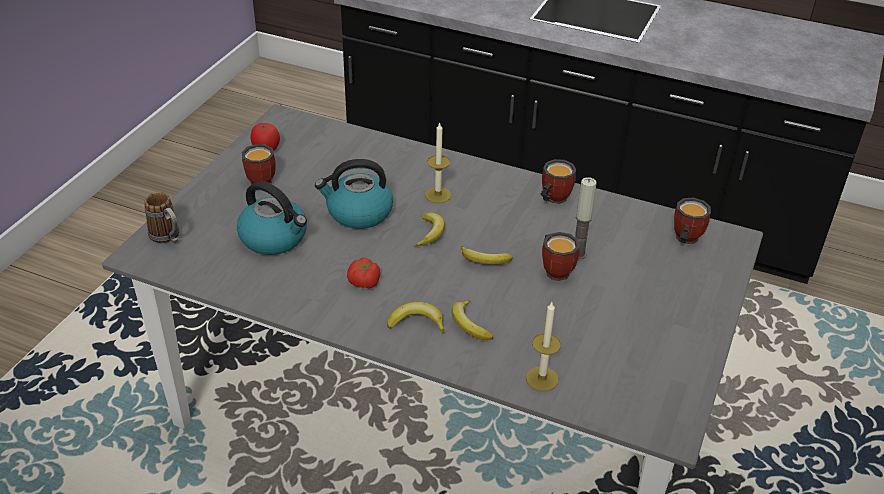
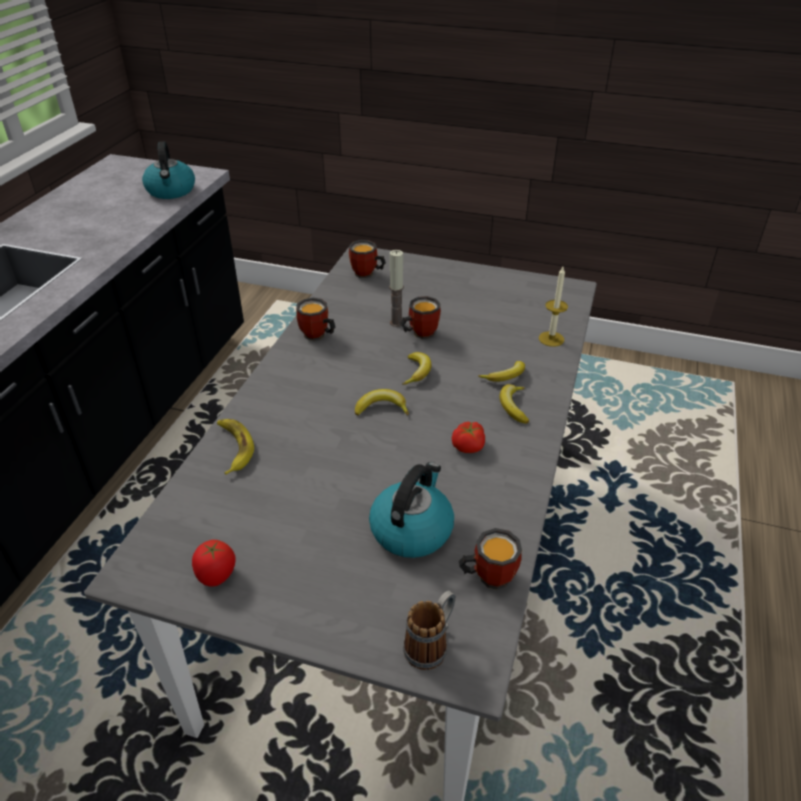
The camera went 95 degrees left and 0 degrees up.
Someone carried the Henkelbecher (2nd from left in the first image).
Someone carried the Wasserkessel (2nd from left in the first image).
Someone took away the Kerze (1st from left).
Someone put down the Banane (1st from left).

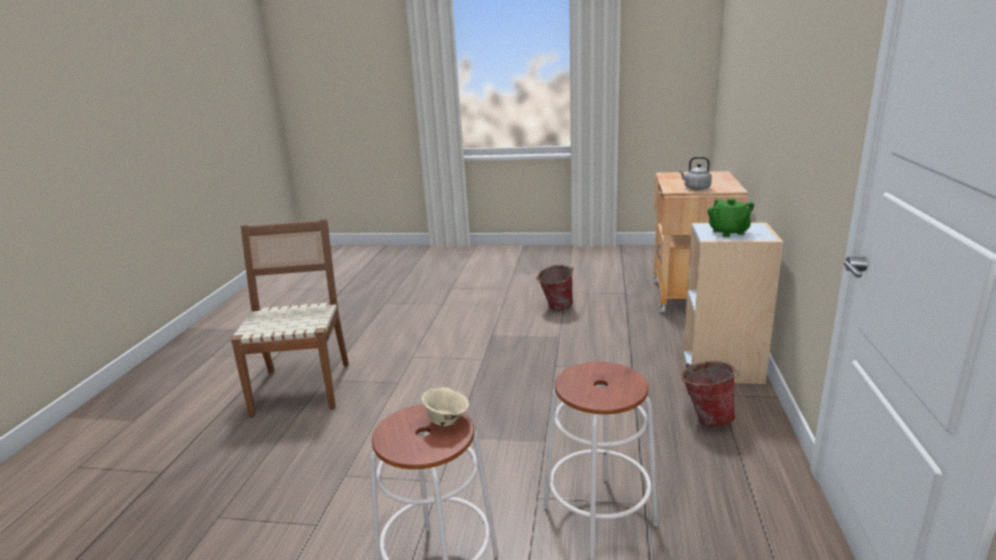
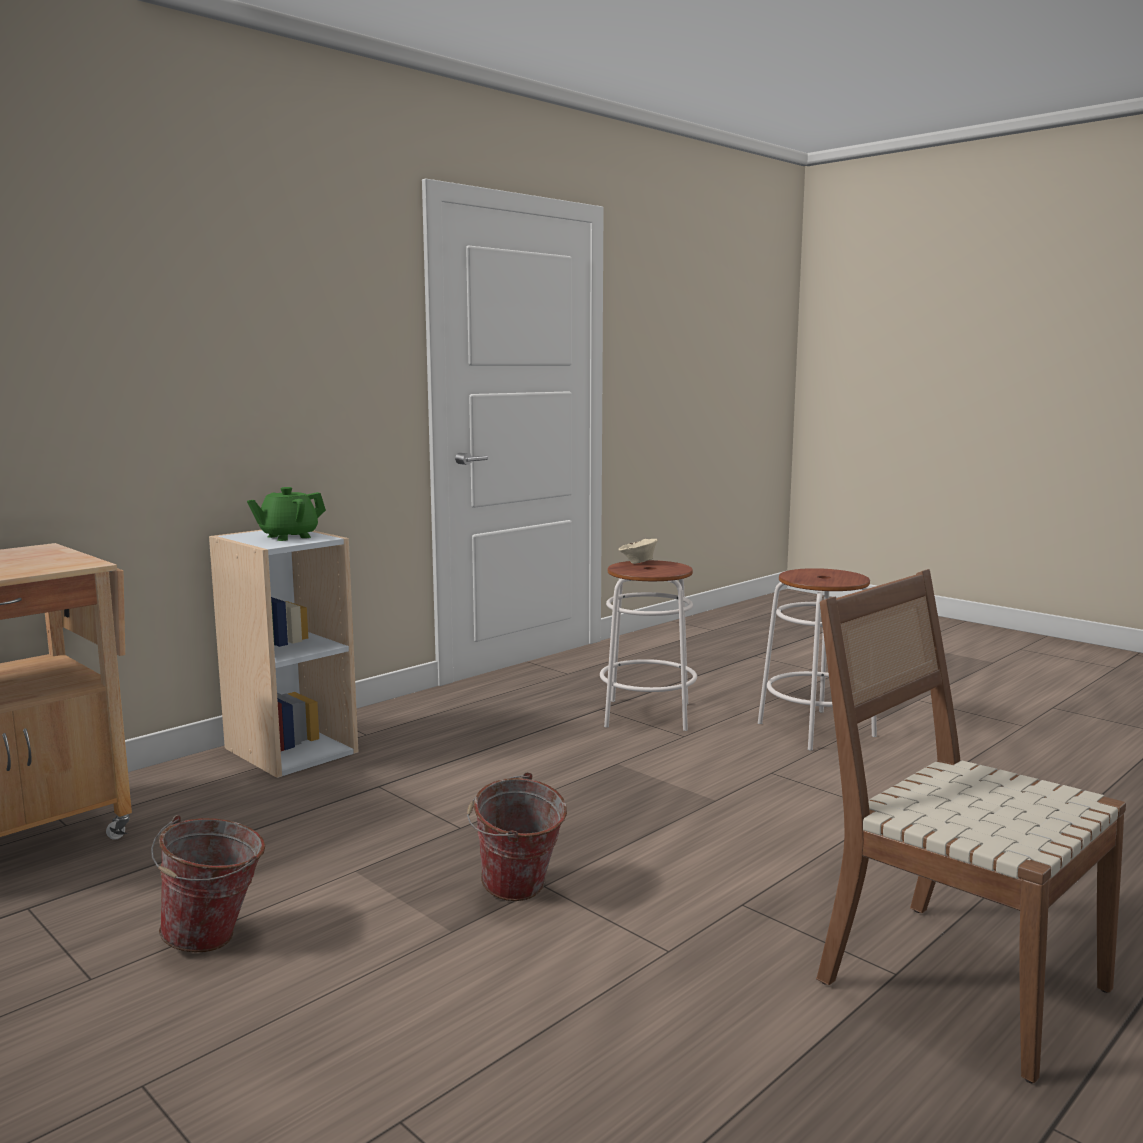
The camera went 145 degrees left and 10 degrees down.
Someone rotated the Stuhl by 105 degrees clockwise.
Someone carried the Schüssel (beige).
Someone took away the Wasserkessel (grau).
Someone carried the Eimer (2nd from left).
Someone rotated the Teekanne (grün) by 150 degrees counterclockwise.

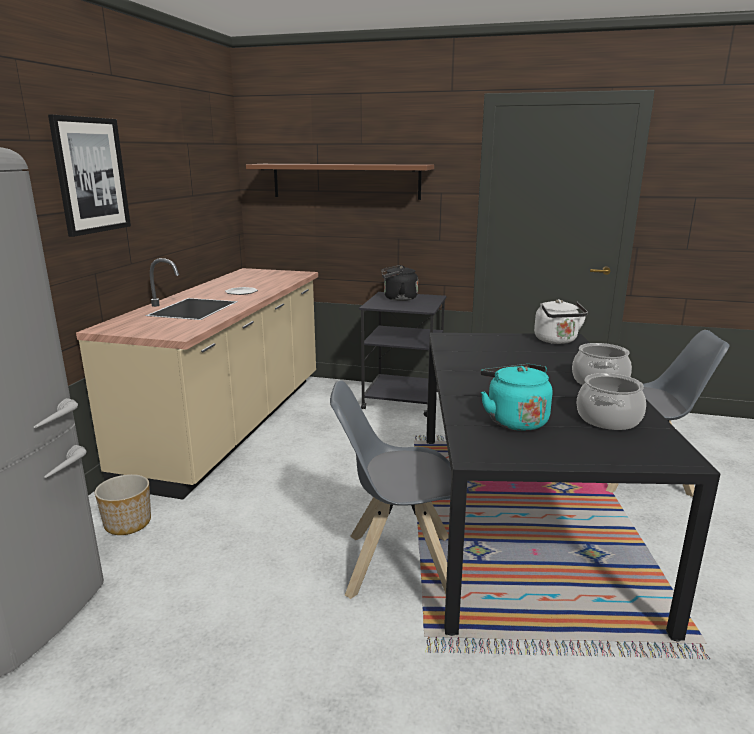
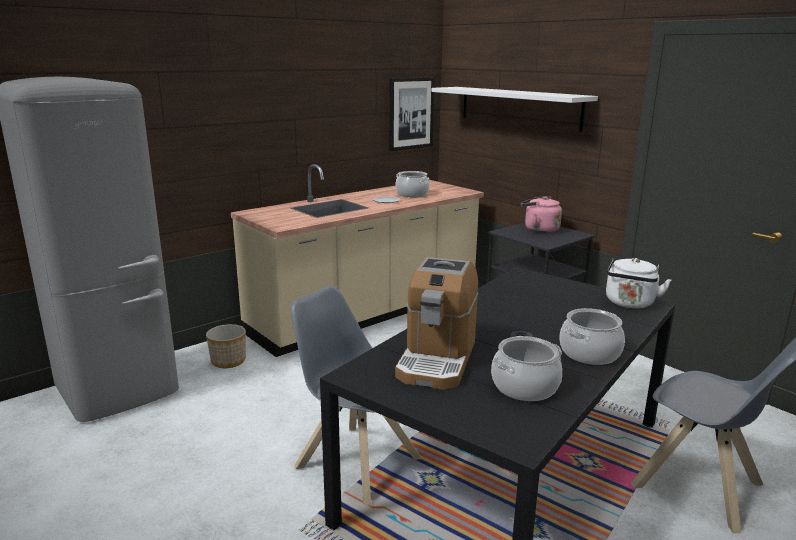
The camera went 35 degrees right and 0 degrees up.
Someone carried the Bild.
Someone repainted the Wandregal (braun), which became the Wandregal (weiß).
Someone repainted the Wasserkessel (schwarz), which became the Wasserkessel (rosa).
Someone swapped the Wasserkessel (türkis) for the Kaffeemaschine.
Someone put down the Kochtopf (1st from left).

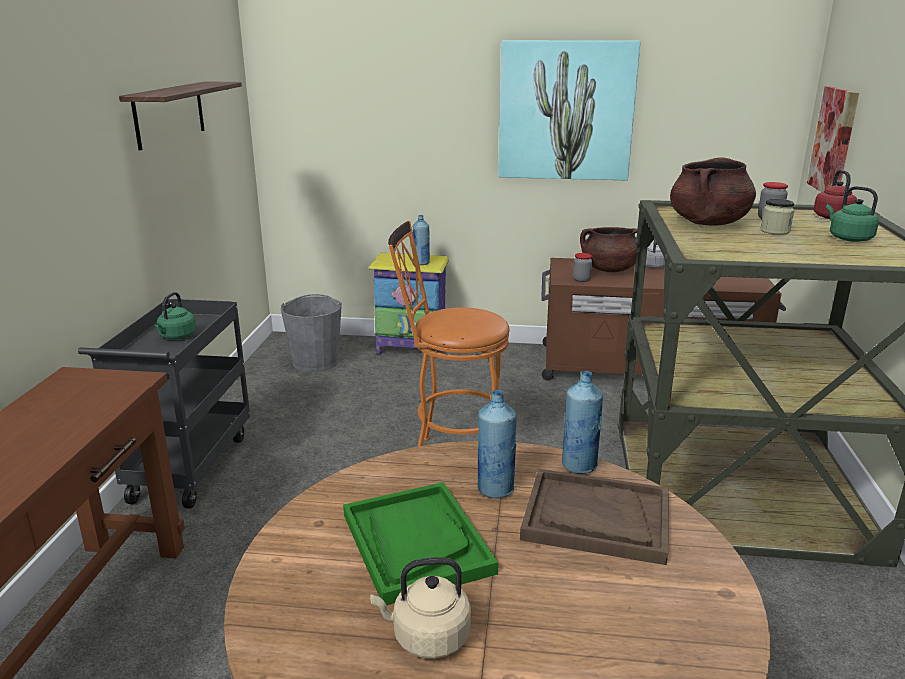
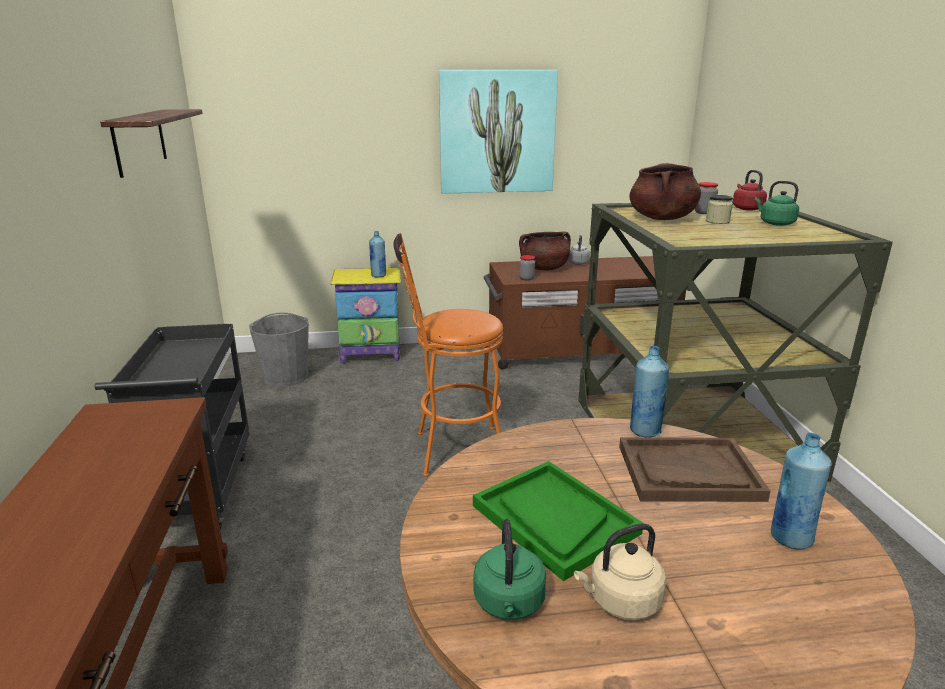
The camera went 15 degrees left and 0 degrees up.
Someone carried the Wasserkessel (grün) (1st from left).
Someone carried the Flasche (blau) (2nd from left in the first image).
Someone took away the Bild (2nd from left).

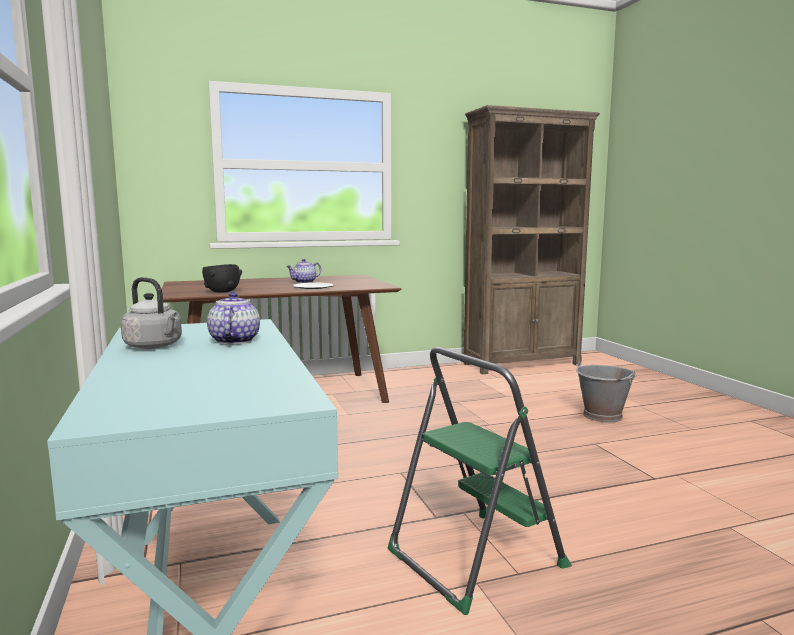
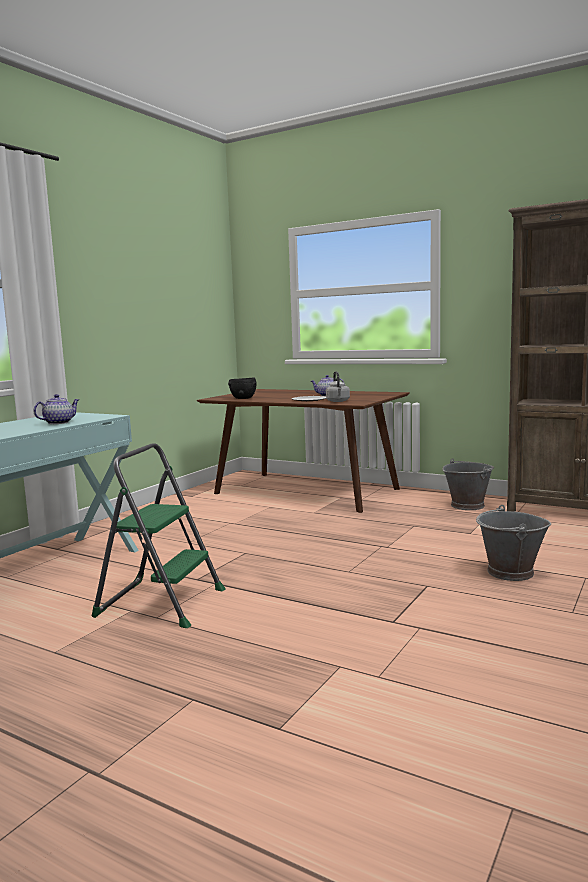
The camera went 50 degrees right and 0 degrees up.
Someone carried the Wasserkessel (grau).
Someone put down the Eimer (grau) (1st from left).

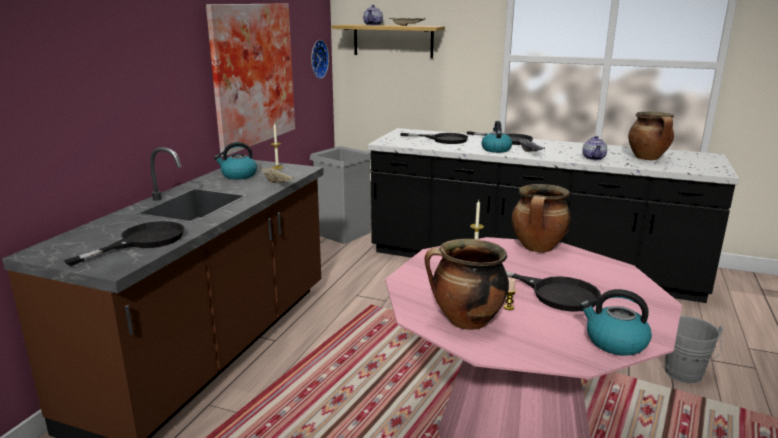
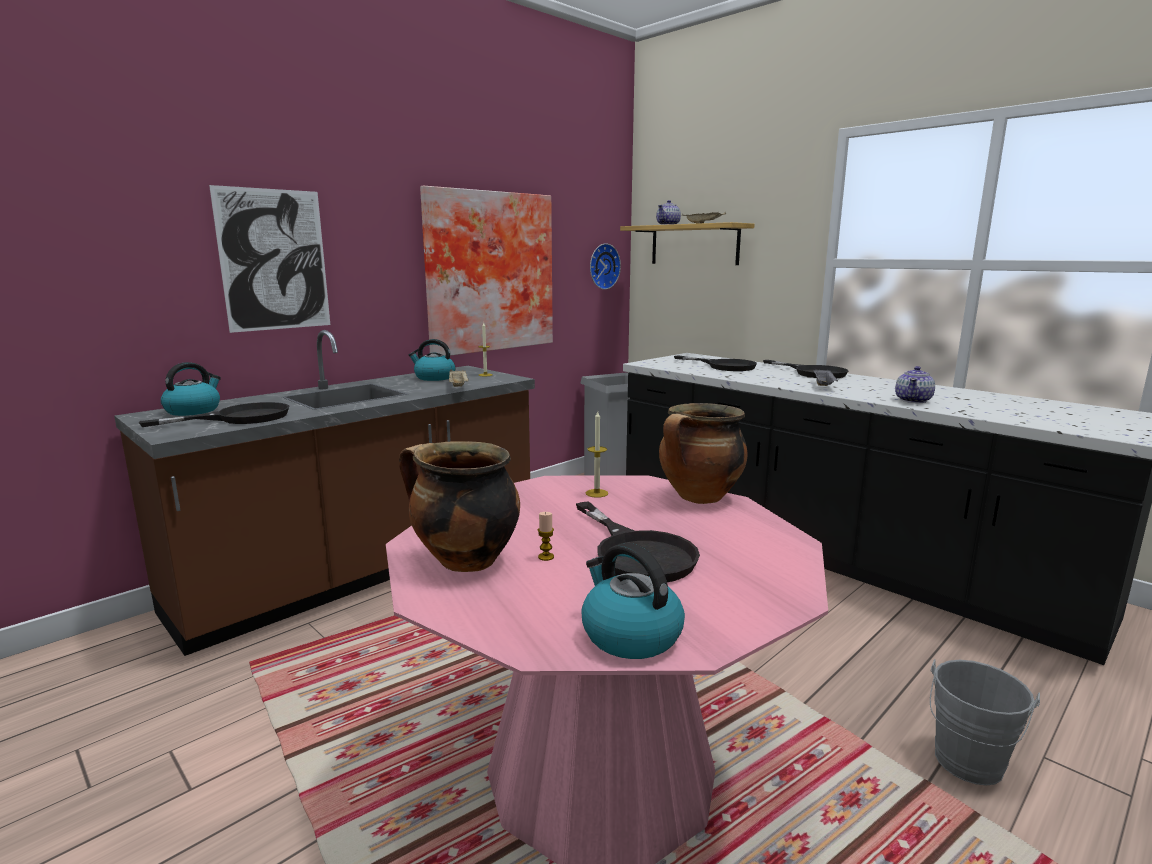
The camera went 25 degrees right and 5 degrees down.
Someone carried the Wasserkessel (2nd from left in the first image).
Someone took away the Kochtopf (3rd from left).
Someone put up the Bild (1st from left).

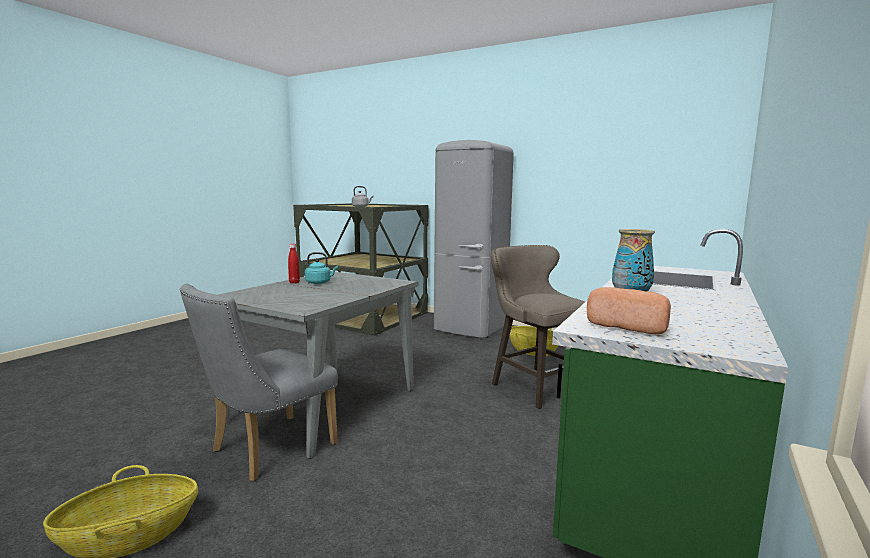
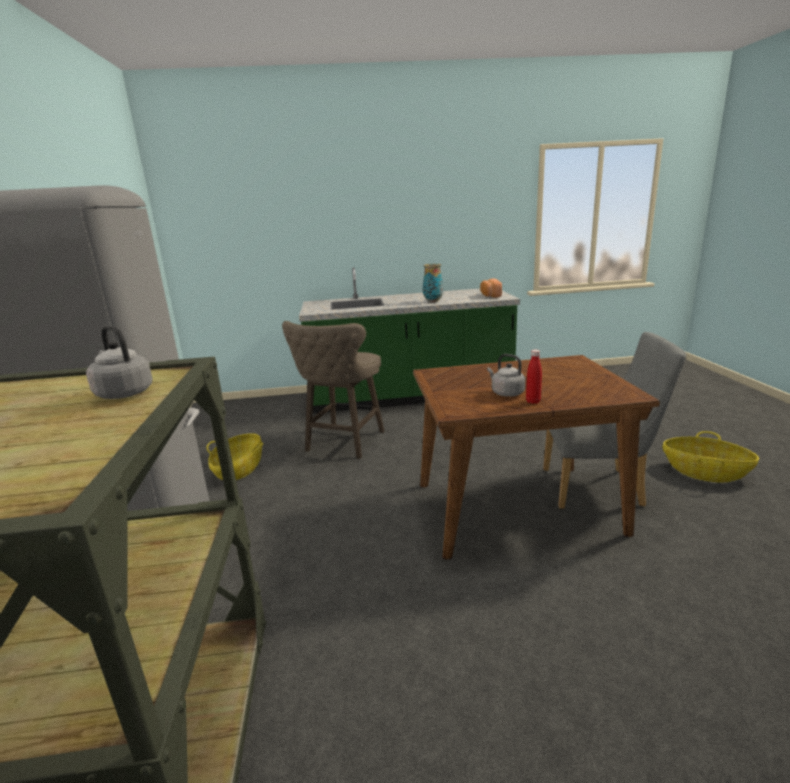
The camera went 125 degrees left and 10 degrees up.
Someone repainted the Esstisch (grau), which became the Esstisch (braun).
Someone repainted the Wasserkessel (türkis), which became the Wasserkessel (grau) (2nd from left).

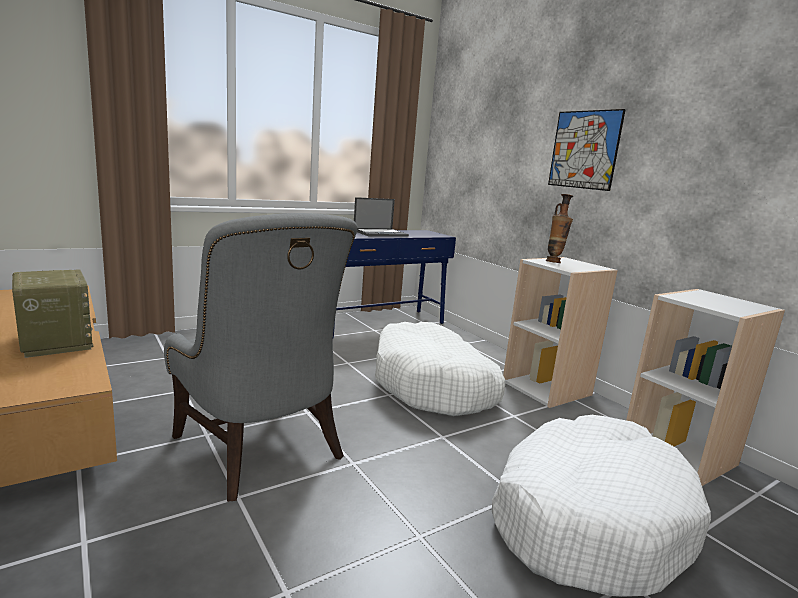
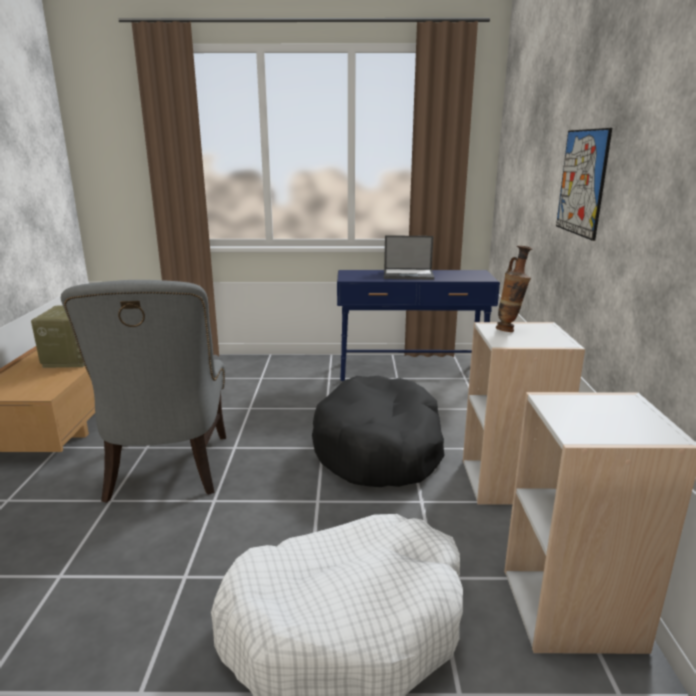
The camera went 35 degrees right and 5 degrees up.
Someone repainted the Hundebett (weiß) (1st from left), which became the Hundebett (schwarz).

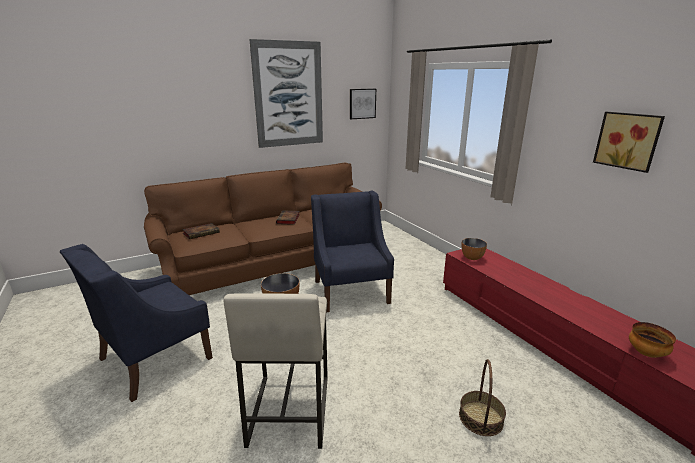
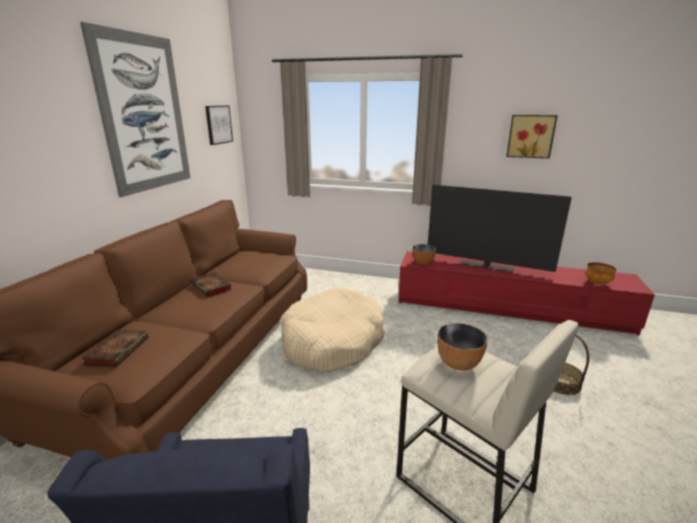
The camera went 45 degrees left and 0 degrees up.
Someone swapped the Sessel (blau) (2nd from left) for the Hundebett (beige).
Someone put down the Fernseher.

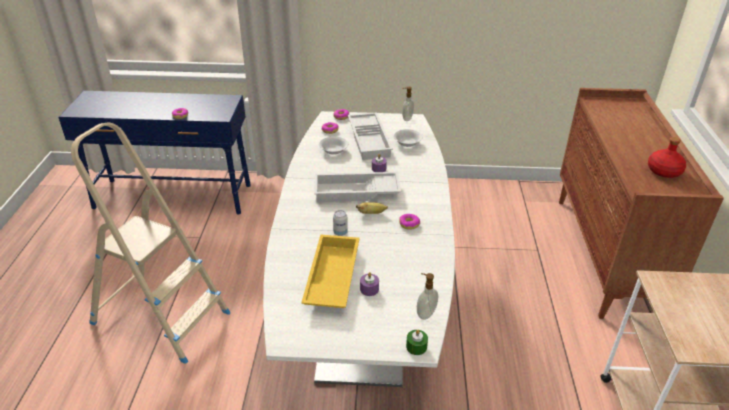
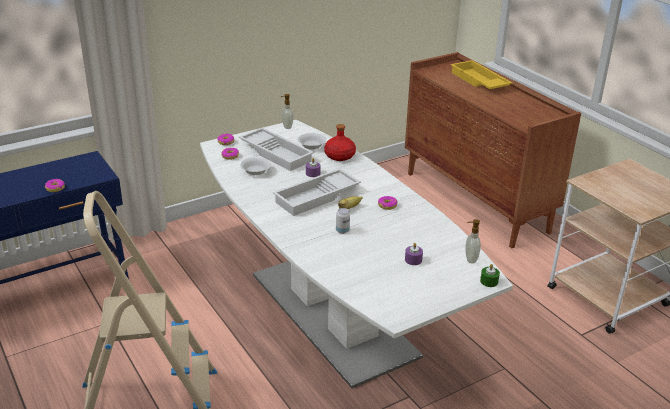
The camera went 35 degrees left and 5 degrees down.
Someone carried the Tablett (gelb).
Someone carried the Flasche (rot).

